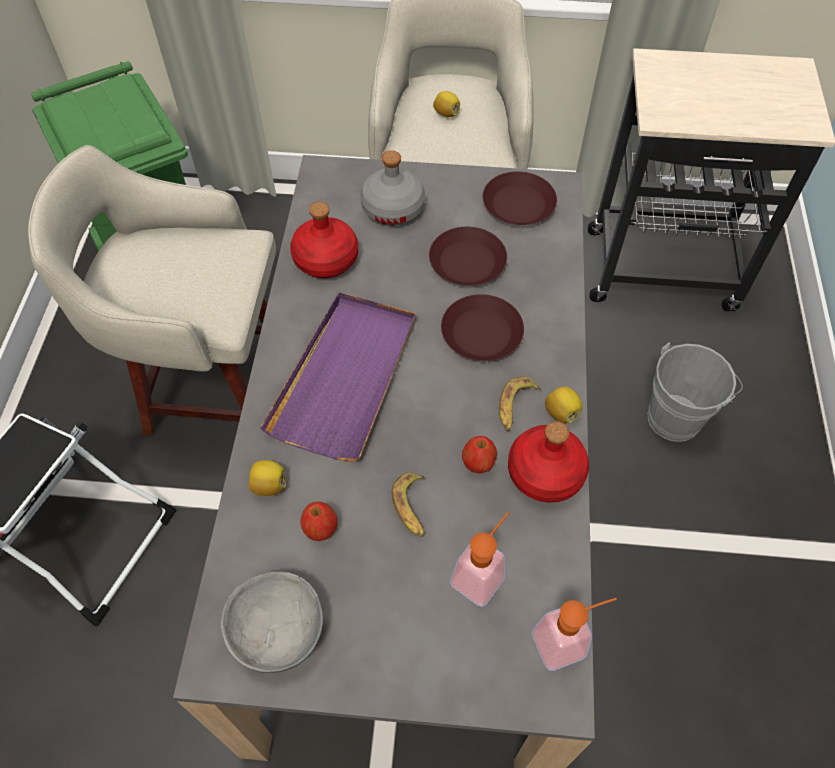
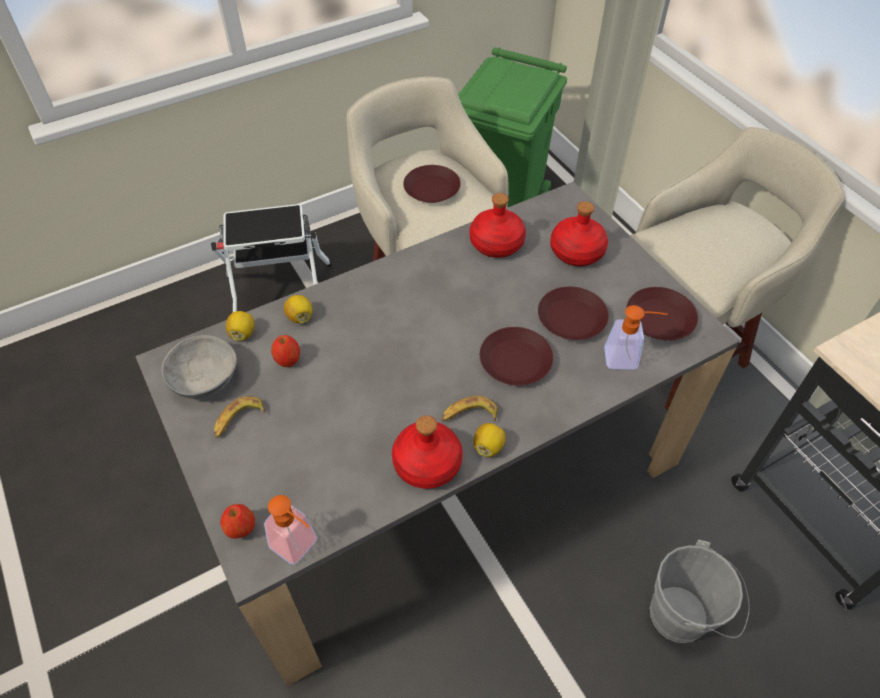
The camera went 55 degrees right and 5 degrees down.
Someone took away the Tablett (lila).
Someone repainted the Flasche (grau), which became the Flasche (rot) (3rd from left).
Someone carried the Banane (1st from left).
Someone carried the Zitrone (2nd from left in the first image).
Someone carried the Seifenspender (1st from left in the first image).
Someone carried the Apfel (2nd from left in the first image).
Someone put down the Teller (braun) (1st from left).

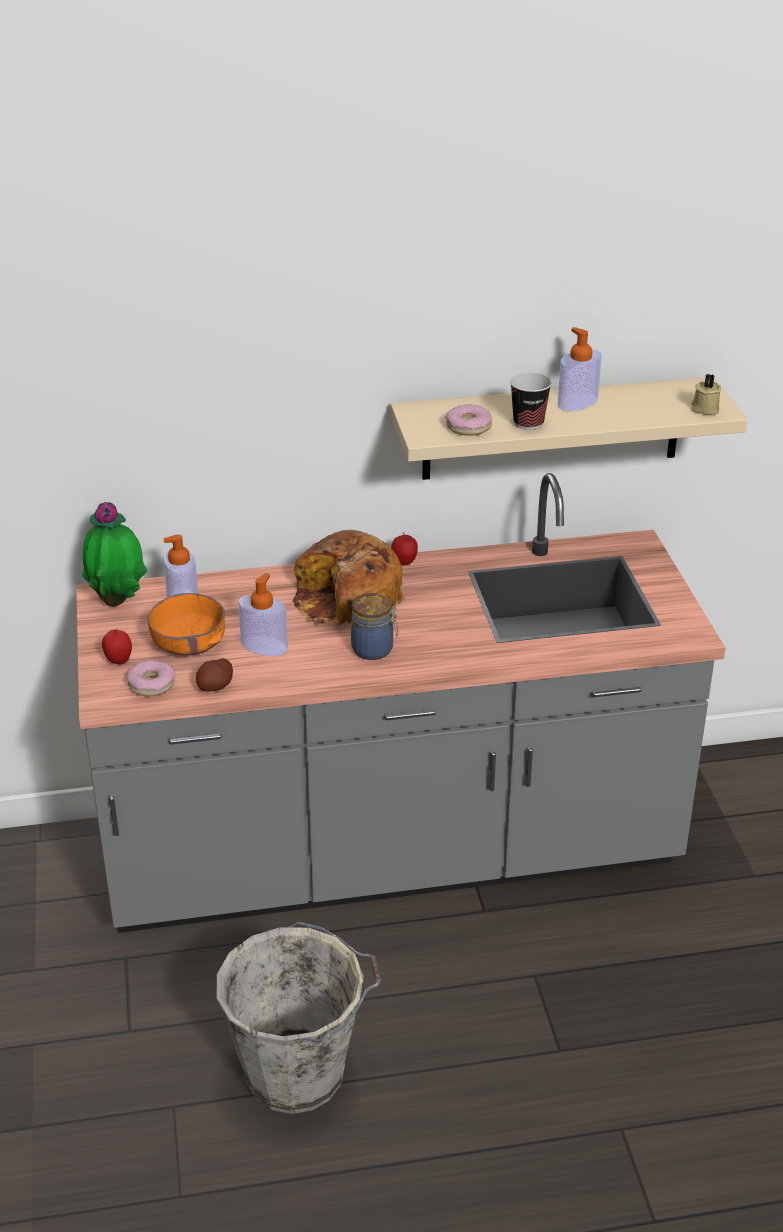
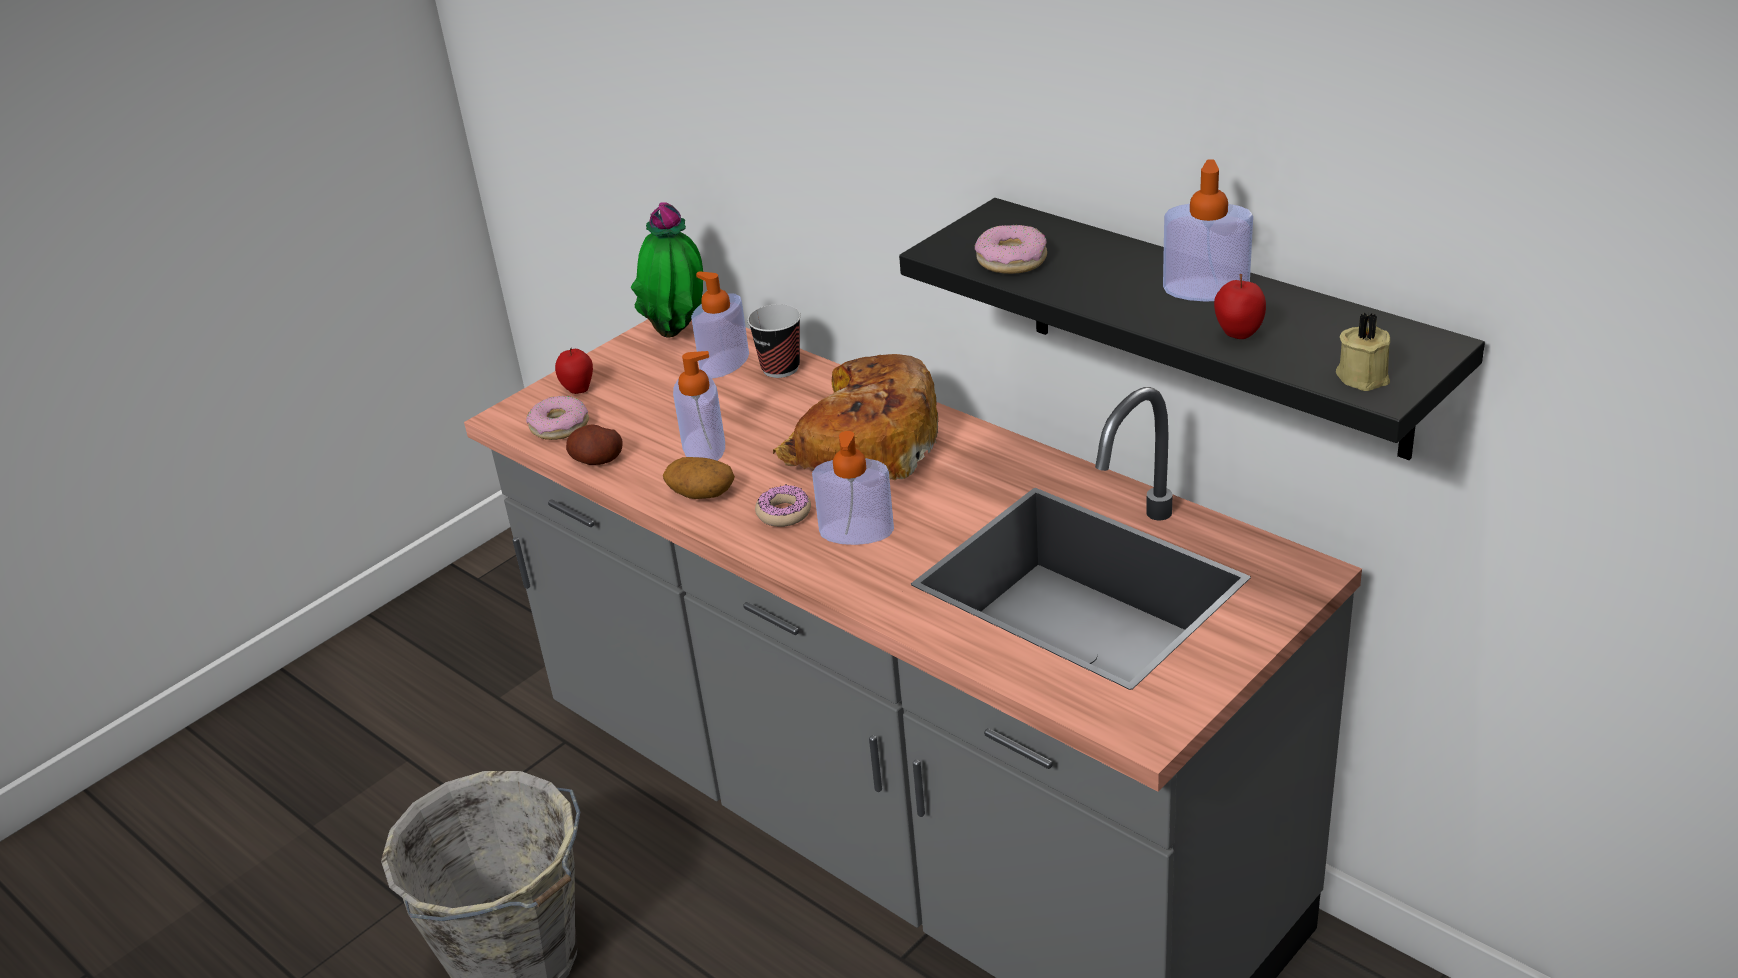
The camera went 55 degrees right and 0 degrees up.
Someone took away the Schüssel (orange).
Someone swapped the Vorratsglas for the Donut (2nd from left).
Someone repainted the Wandregal (beige), which became the Wandregal (schwarz).
Someone carried the Apfel (2nd from left).
Someone carried the Tasse.
Someone put down the Kartoffel (2nd from left).
Someone put down the Seifenspender (3rd from left).

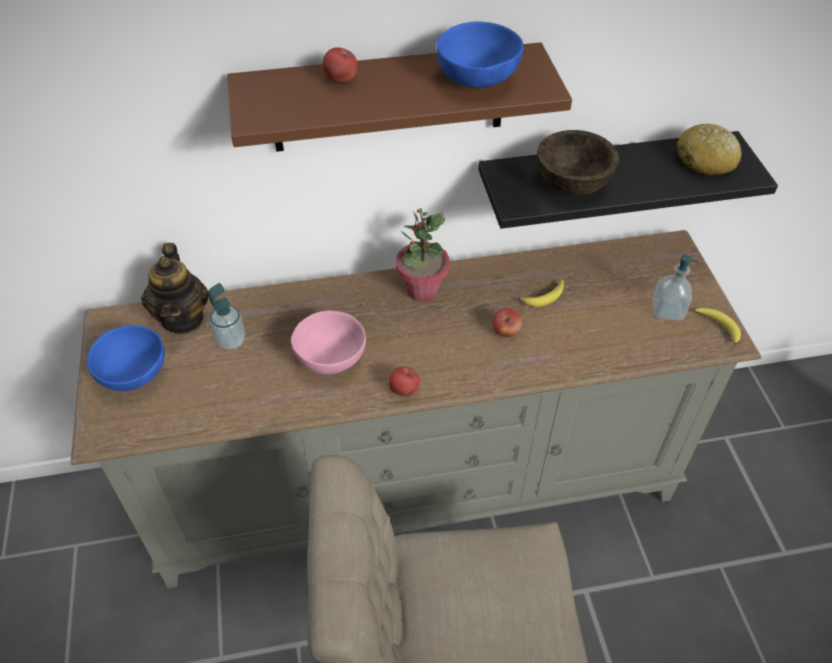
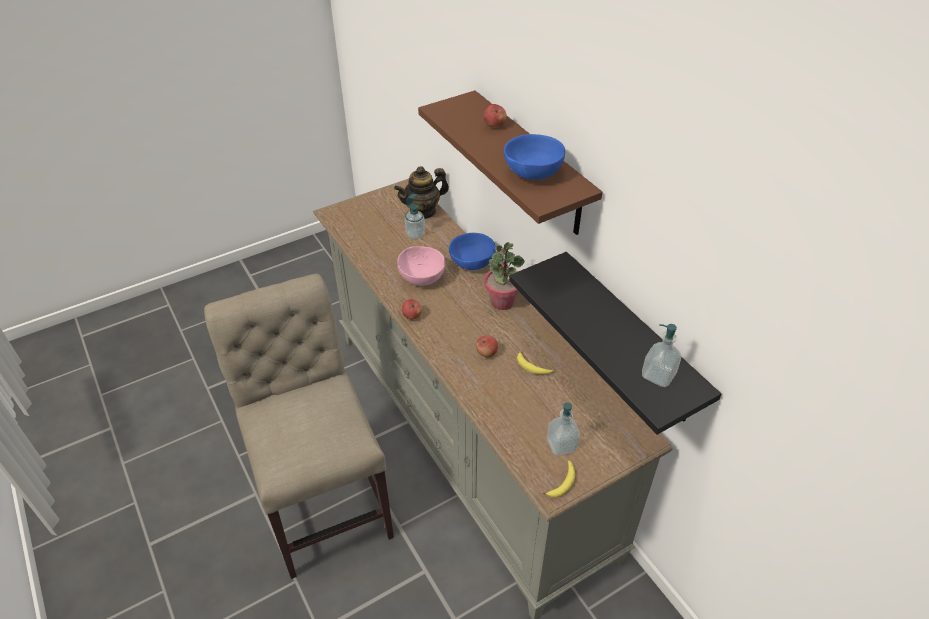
The camera went 70 degrees right and 5 degrees down.
Someone carried the Schüssel (blau) (1st from left).
Someone took away the Schüssel (braun).
Someone swapped the Brot for the Seifenspender (3rd from left).

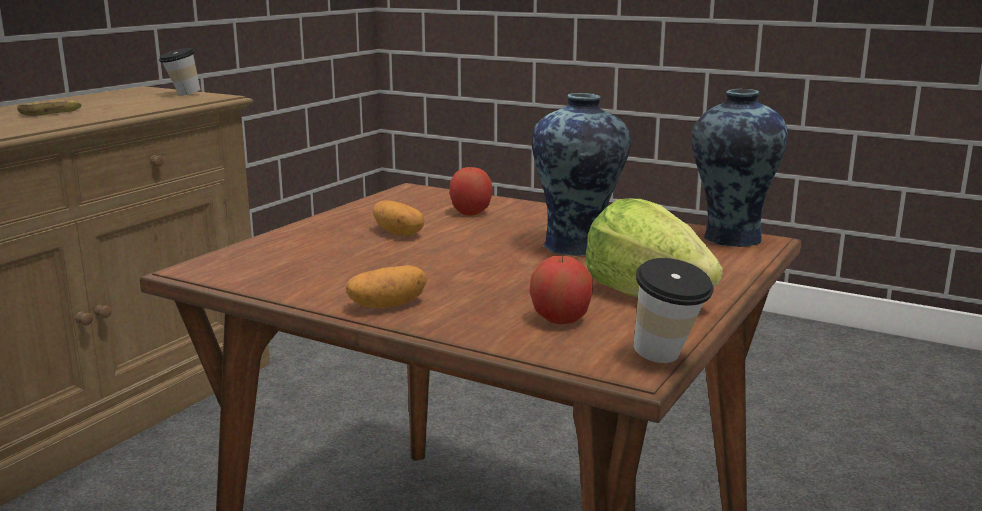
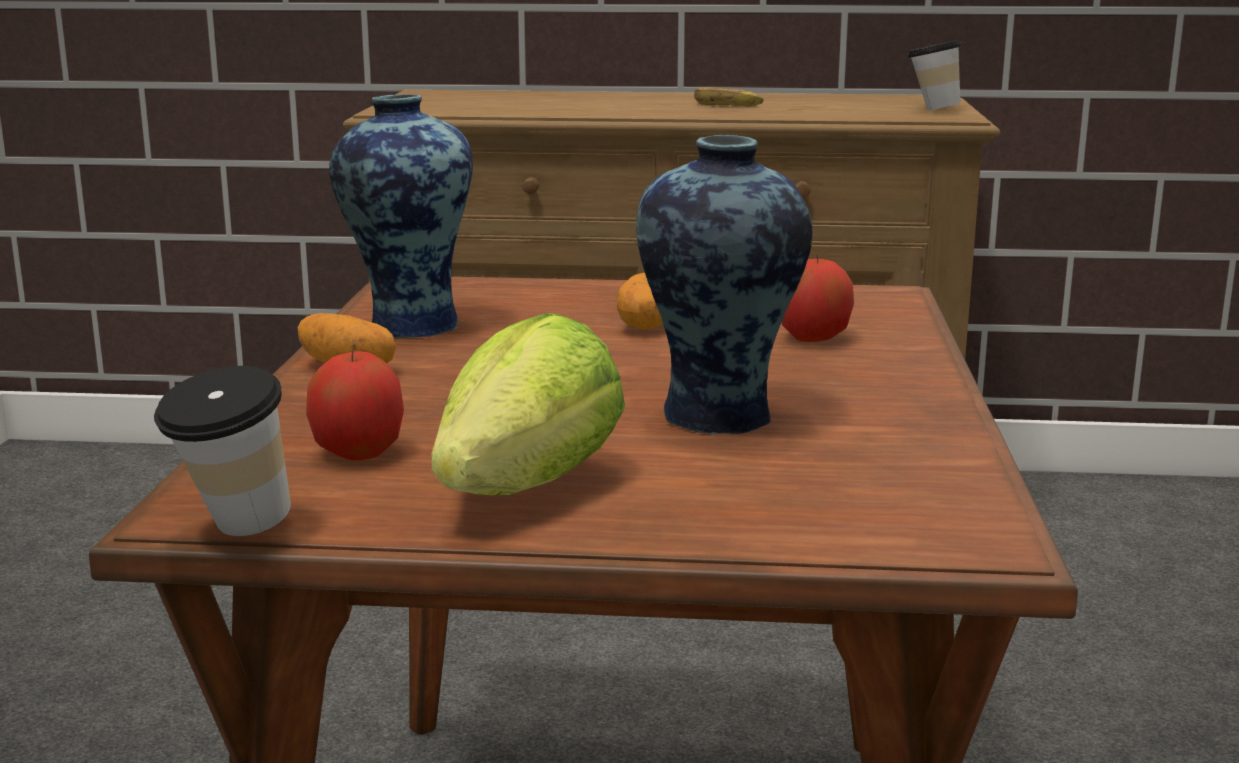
The camera went 65 degrees right and 0 degrees up.
Someone carried the Vase (2nd from left in the first image).

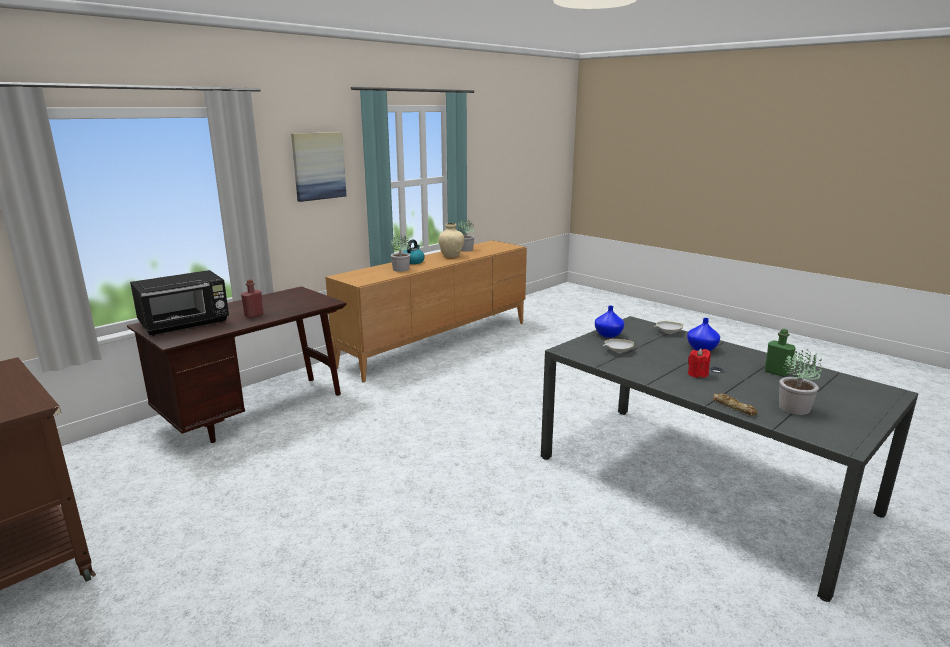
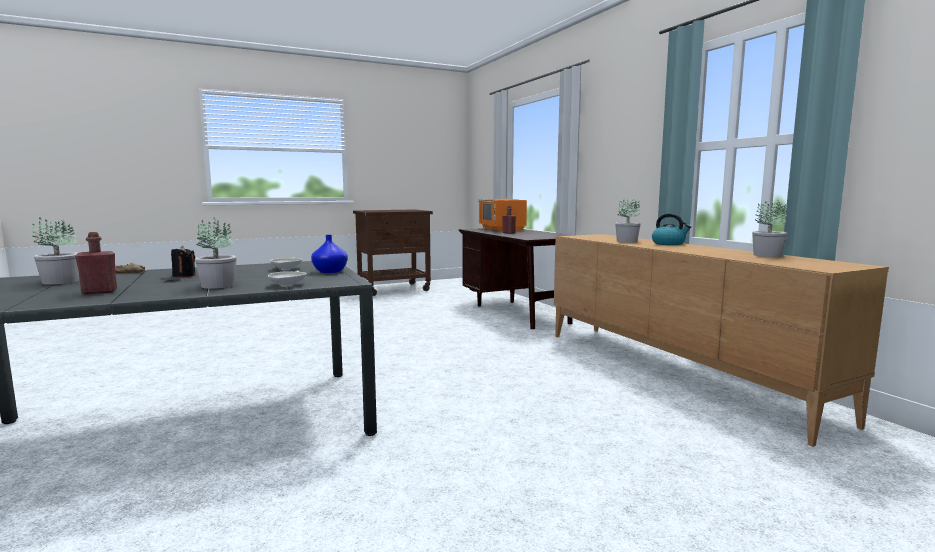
The camera went 110 degrees right and 10 degrees down.
Someone repainted the Mikrowelle (schwarz), which became the Mikrowelle (orange).
Someone took away the Bild.
Someone took away the Vase (beige).
Someone swapped the Vase (blau) (2nd from left) for the Topfpflanze (2nd from left).
Someone repainted the Kerze (rot), which became the Kerze (schwarz).
Someone repainted the Flasche (grün), which became the Flasche (rot) (1st from left).

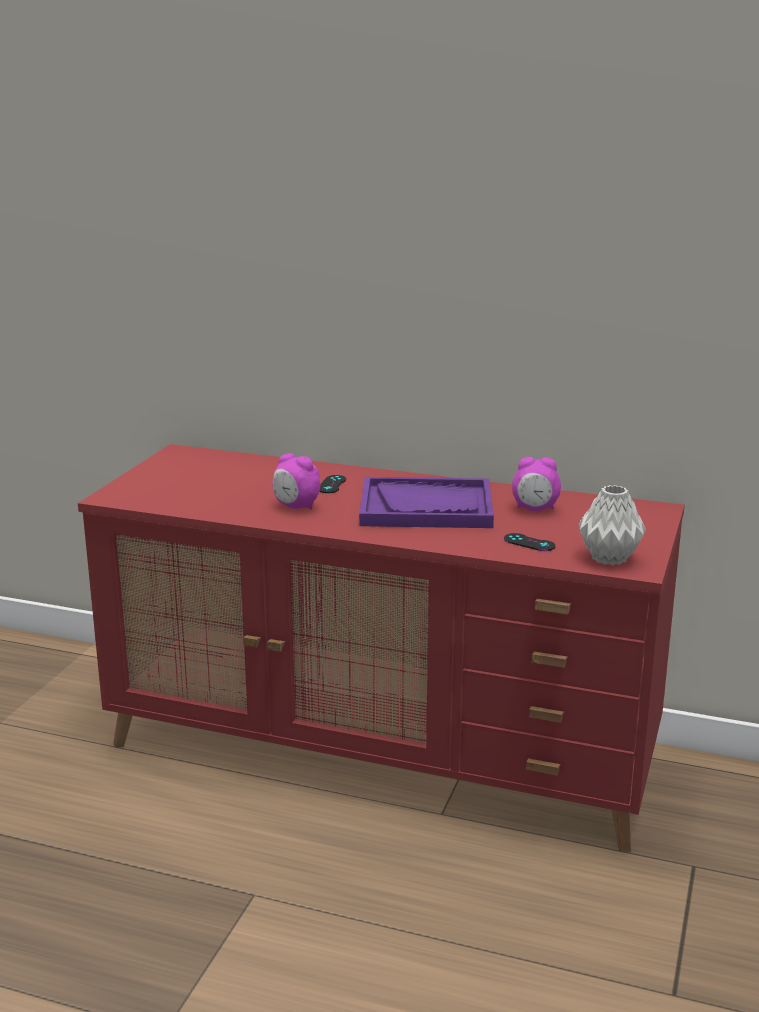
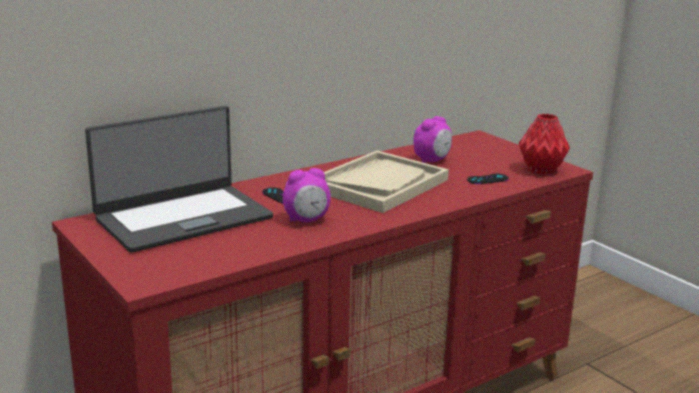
The camera went 55 degrees left and 0 degrees up.
Someone repainted the Tablett (lila), which became the Tablett (beige).
Someone repainted the Vase (grau), which became the Vase (rot).
Someone put down the Laptop.

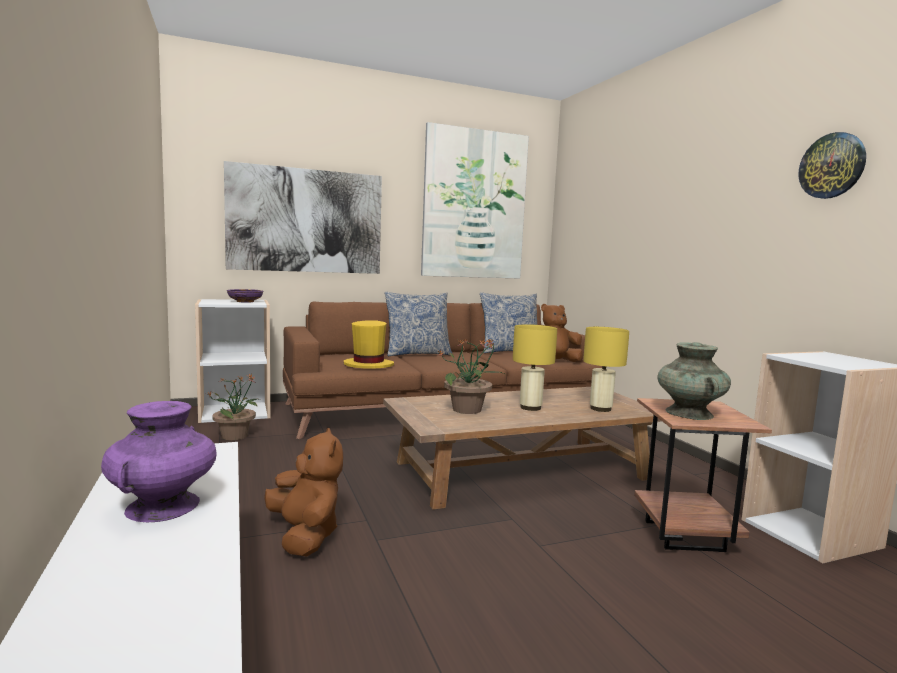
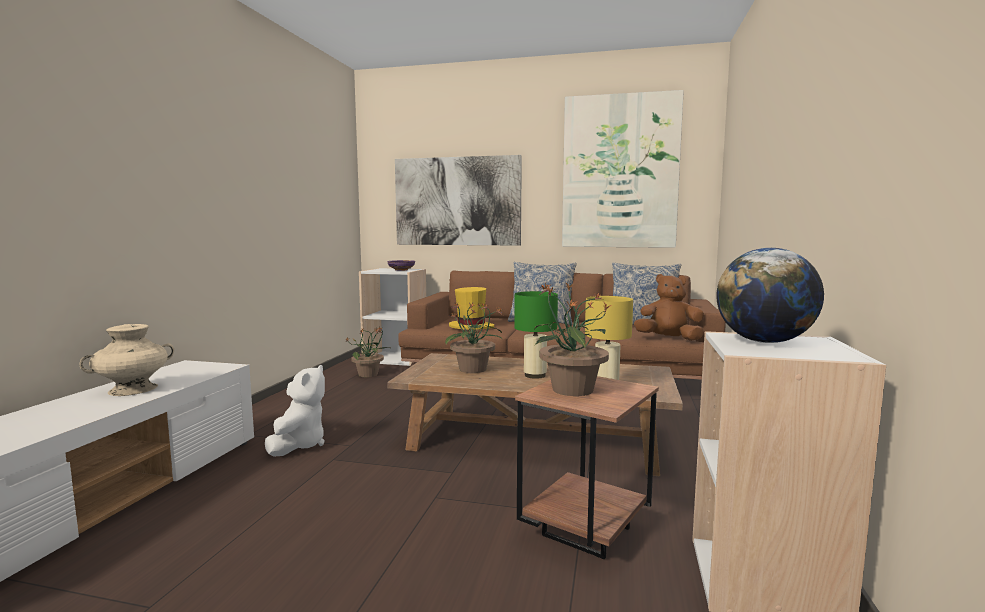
The camera went 35 degrees right and 0 degrees up.
Someone repainted the Vase (lila), which became the Vase (beige).
Someone repainted the Plüschtier (braun) (1st from left), which became the Plüschtier (weiß).
Someone repainted the Tischlampe (gelb) (1st from left), which became the Tischlampe (grün).
Someone swapped the Vase (türkis) for the Topfpflanze (3rd from left).
Someone took away the Wanduhr.
Someone put down the Globus.

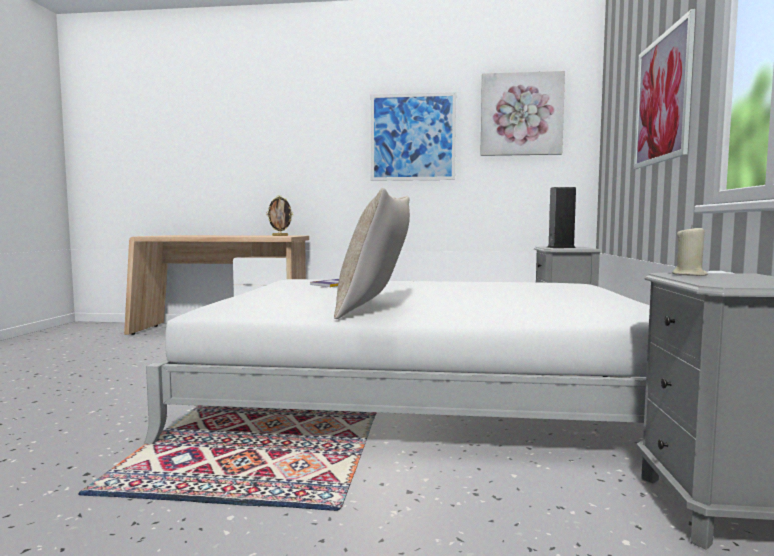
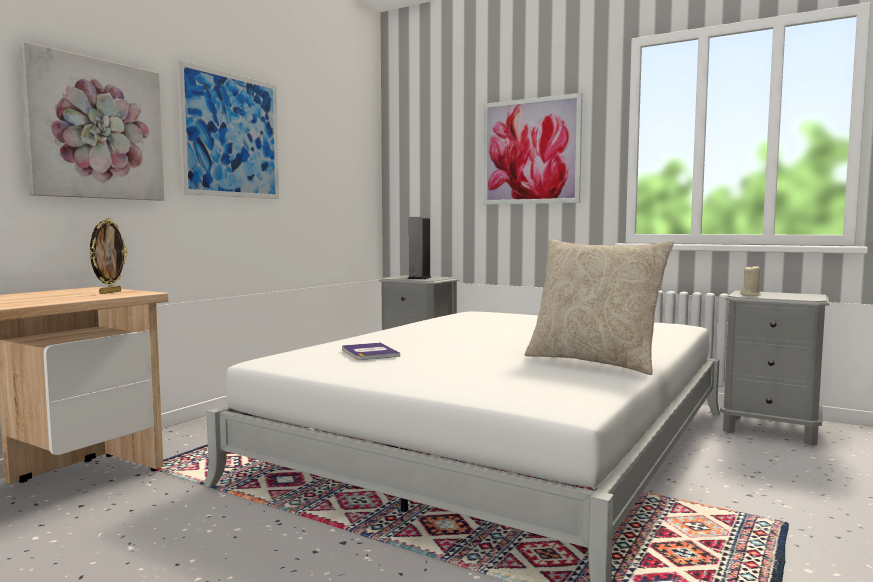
The camera went 65 degrees left and 0 degrees up.
Someone carried the Bild (2nd from left in the first image).

